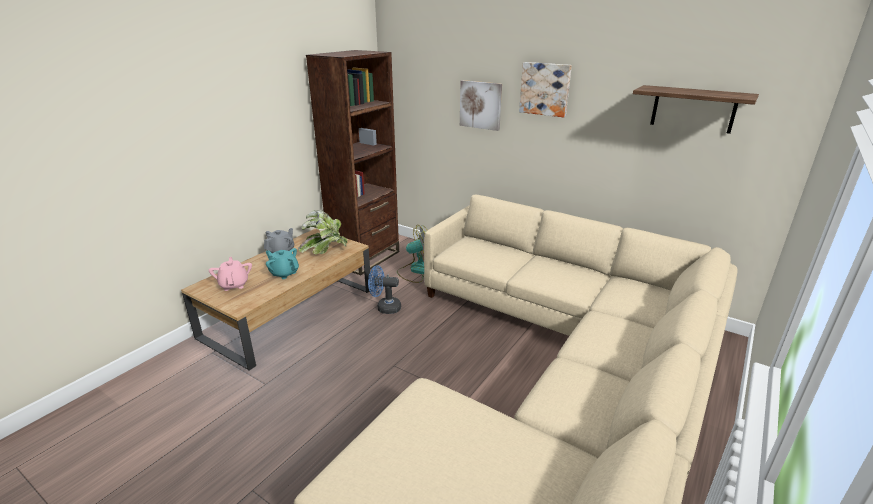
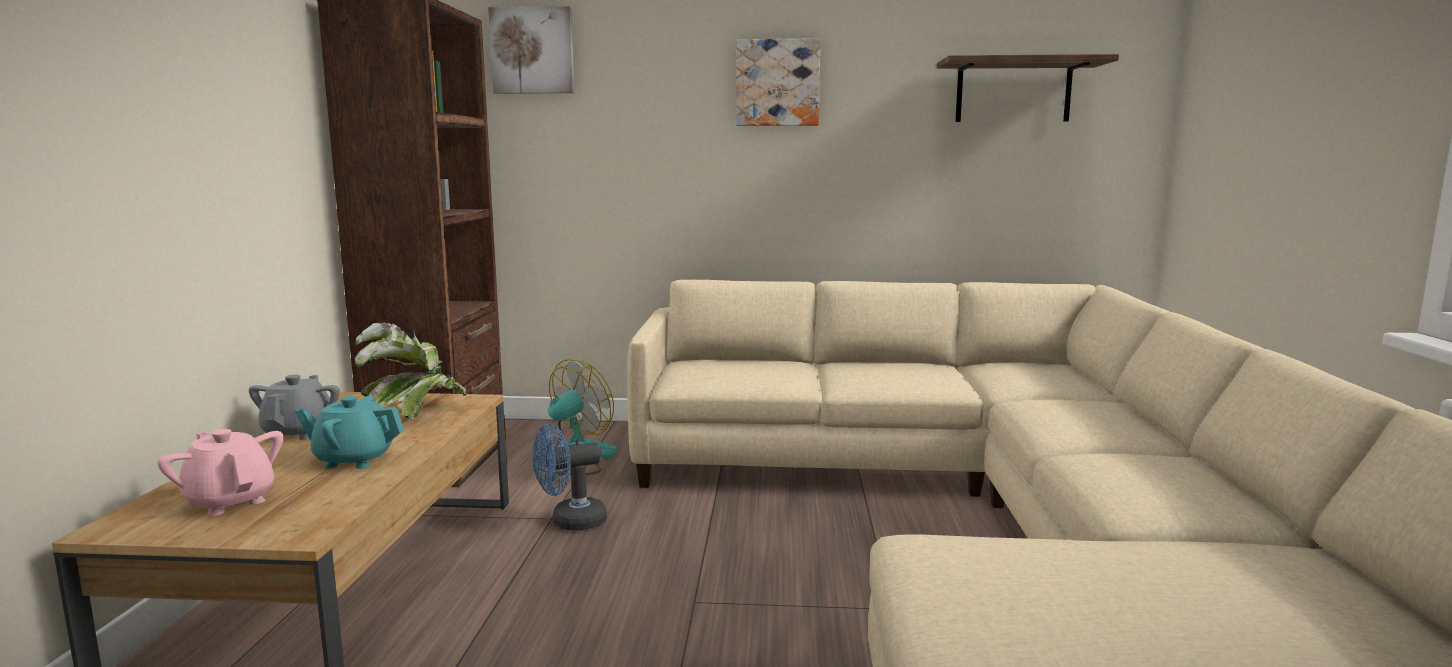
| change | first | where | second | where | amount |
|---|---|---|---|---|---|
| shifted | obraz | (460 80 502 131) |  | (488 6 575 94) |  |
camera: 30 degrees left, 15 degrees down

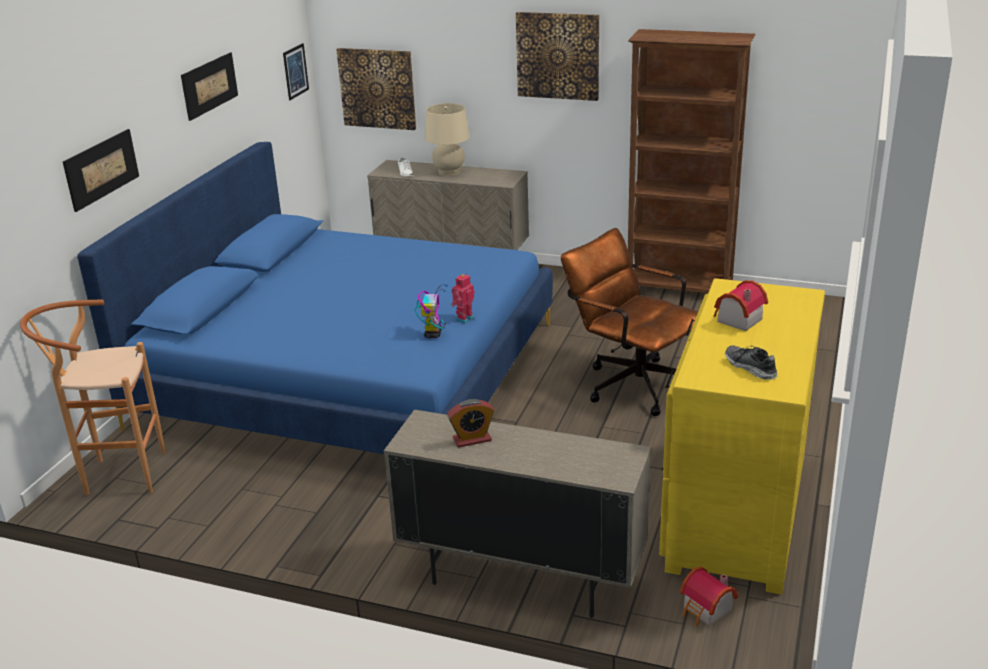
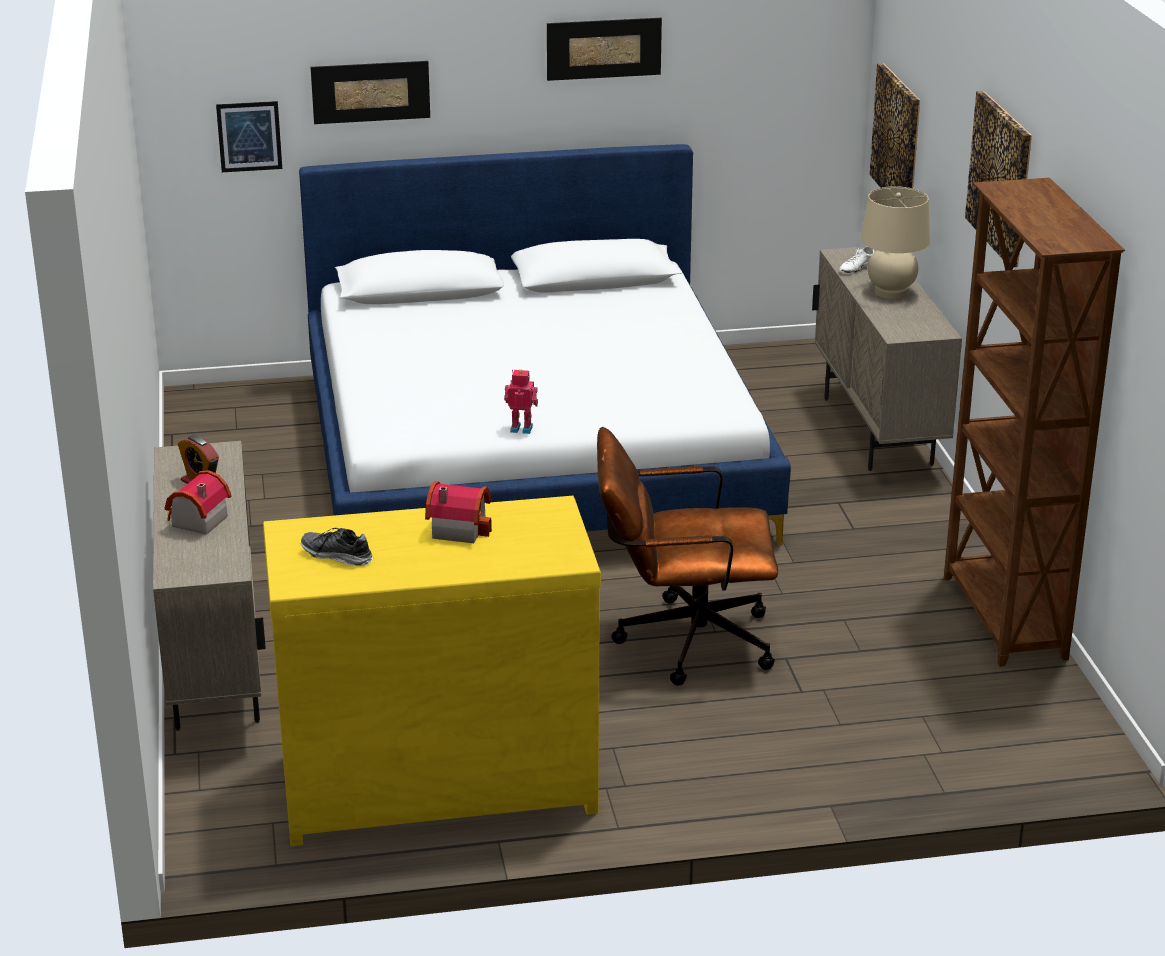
| change | first | where | second | where | amount |
|---|---|---|---|---|---|
| gone | stołek/brązowy | (20 300 165 495) |  |  |  |
| gone | robot zabawkowy | (414 284 448 338) |  |  |  |
| shifted | obraz | (283 43 309 100) |  | (216 101 282 172) |  |
| shifted | domek | (680 566 738 626) |  | (165 470 231 535) |  |
| repainted | łóżko/niebieski | (77 142 553 454) | łóżko/biały | (299 144 791 546) |  |
| rotated | krzesło biurowe/brązowy | (561 228 698 416) |  | (597 427 778 686) | 105 degrees counterclockwise |
| rotated | but | (725 345 778 380) |  | (301 528 373 566) | 90 degrees counterclockwise |
camera: 60 degrees right, 0 degrees up

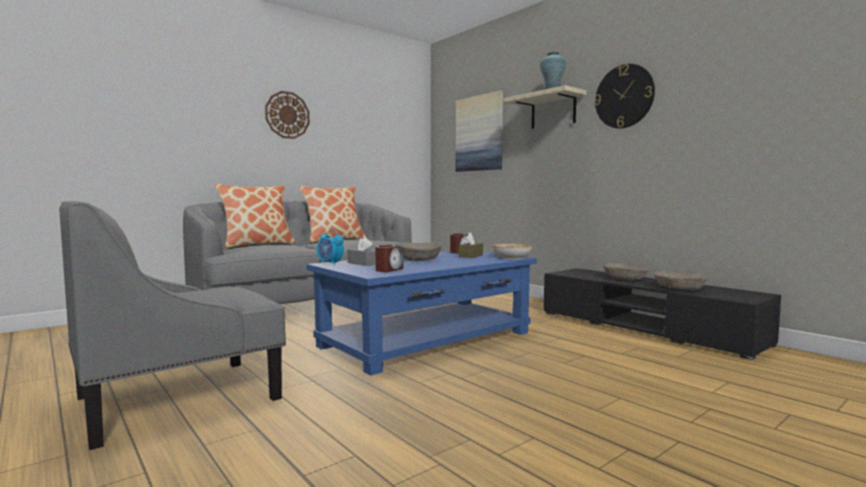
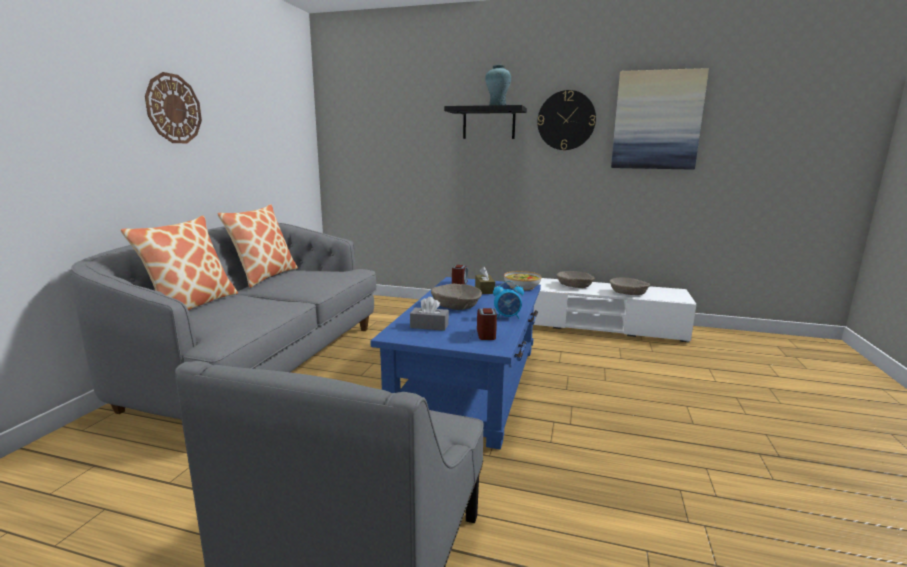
| change | first | where | second | where | amount |
|---|---|---|---|---|---|
| shifted | budzik | (317 229 344 265) |  | (493 281 524 319) |  |
| shifted | obraz | (456 91 503 172) |  | (611 68 709 170) |  |
| repainted | półka/beżowy | (503 85 586 129) | półka/czarny | (444 105 527 139) |  |
| repainted | szafka pod telewizor/czarny | (544 268 781 360) | szafka pod telewizor/biały | (534 278 696 342) |  |
camera: 35 degrees left, 10 degrees up

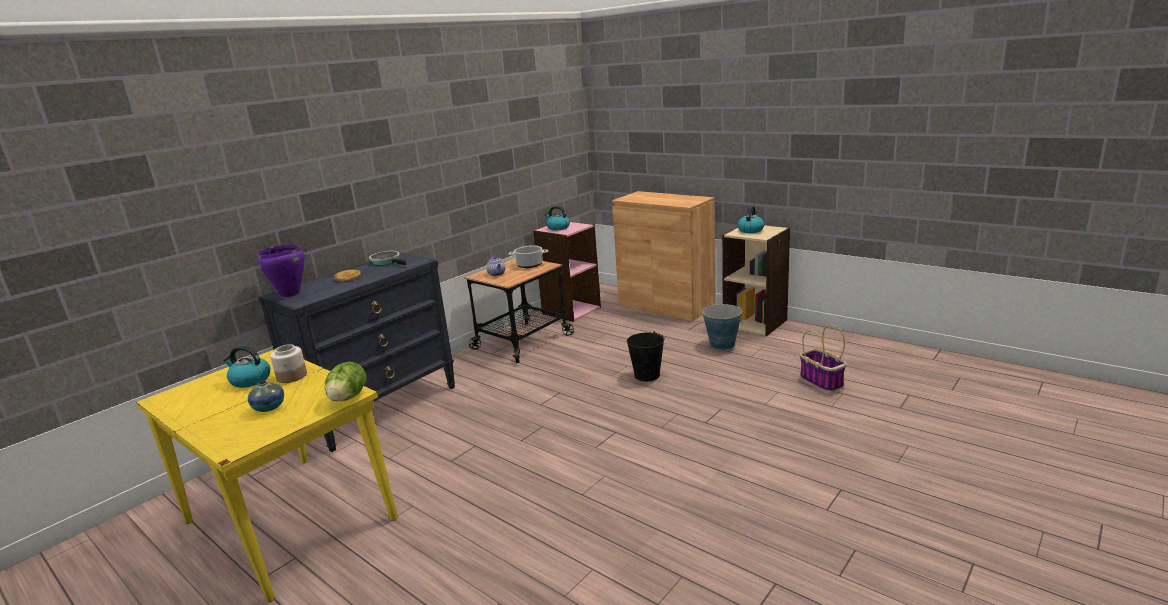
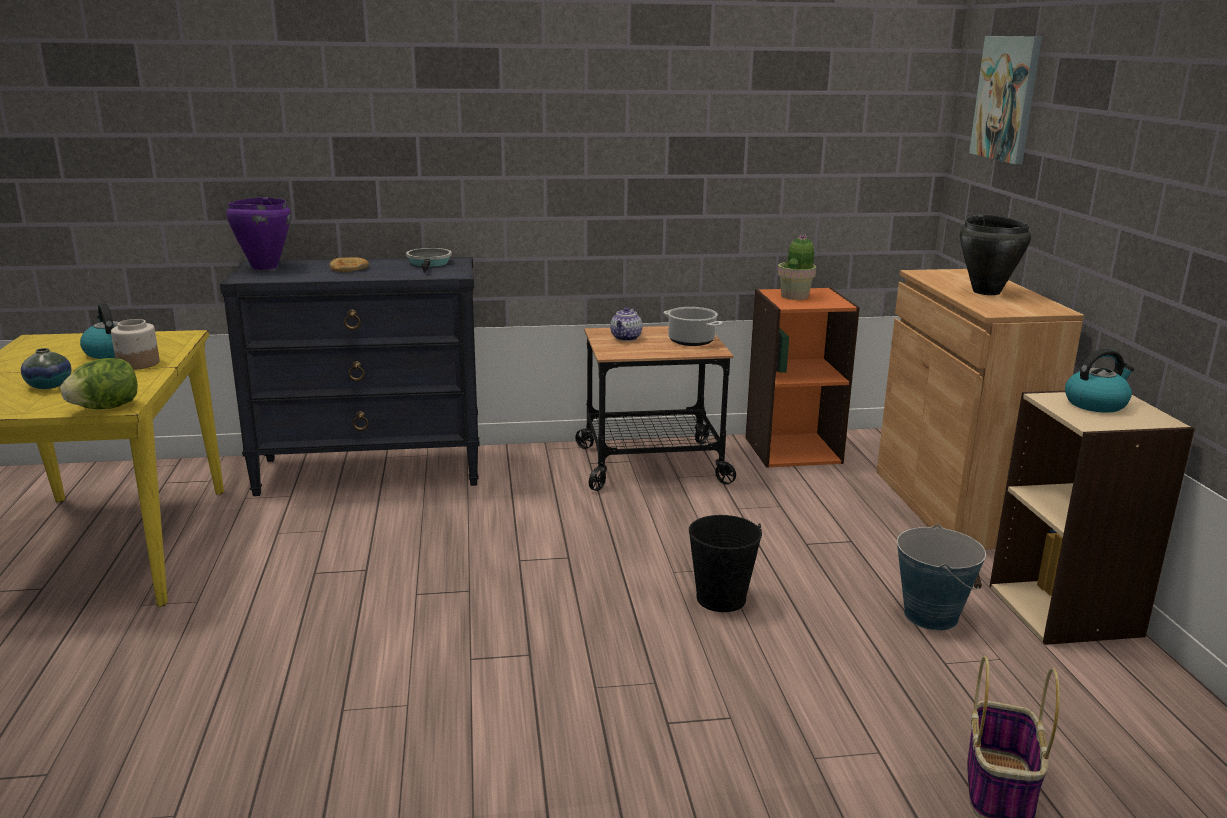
| change | first | where | second | where | amount |
|---|---|---|---|---|---|
| new |  |  | garnek/czarny | (960 215 1031 295) |  |
| new |  |  | obraz | (969 36 1042 164) |  |
| swapped | czajnik | (544 206 570 230) | roślina doniczkowa | (778 234 816 300) |  |
| repainted | regał/różowy | (533 221 601 322) | regał/pomarańczowy | (745 287 860 468) |  |
camera: 40 degrees right, 0 degrees up

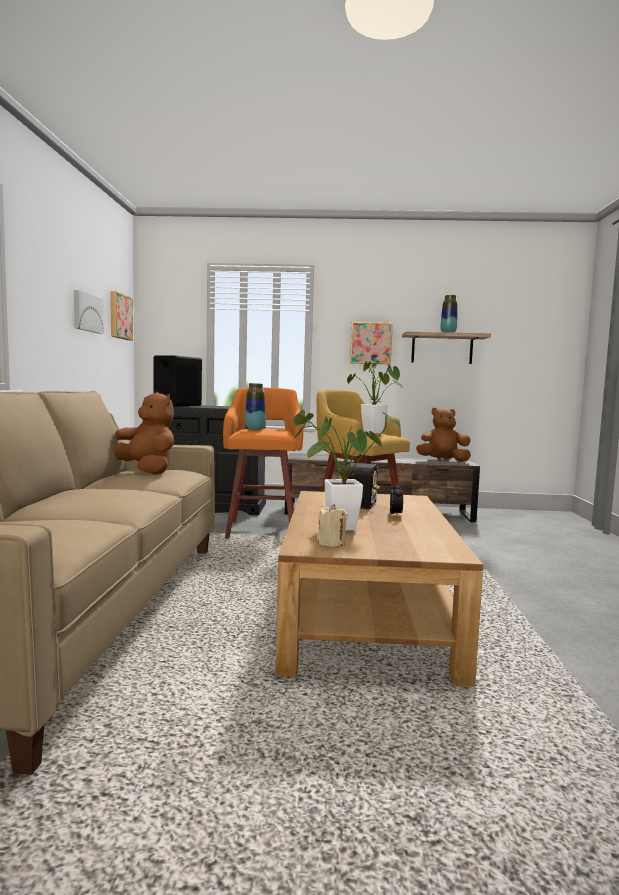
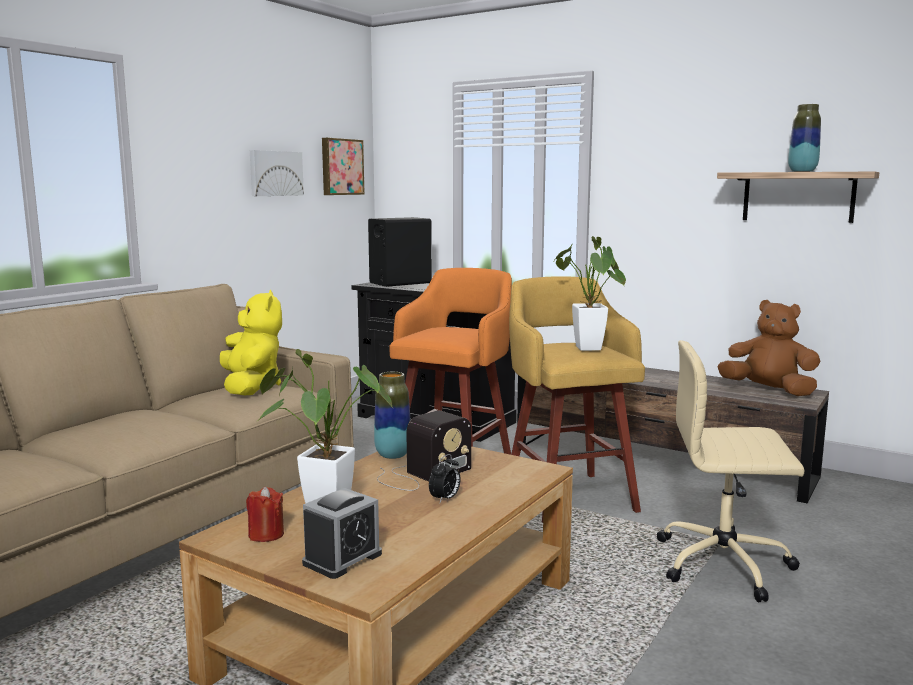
| change | first | where | second | where | amount |
|---|---|---|---|---|---|
| gone | obraz | (350 322 393 364) |  |  |  |
| new |  |  | budzik | (302 488 382 579) |  |
| new |  |  | krzesło biurowe/beżowy | (657 340 804 602) |  |
| shifted | wazon | (245 383 266 430) |  | (374 372 410 459) |  |
| repainted | pluszak/brązowy | (113 392 174 474) | pluszak/żółty | (220 290 282 395) |  |
| repainted | świeca/beżowy | (317 504 348 547) | świeca/czerwony | (246 487 284 542) |  |
camera: 30 degrees right, 5 degrees up

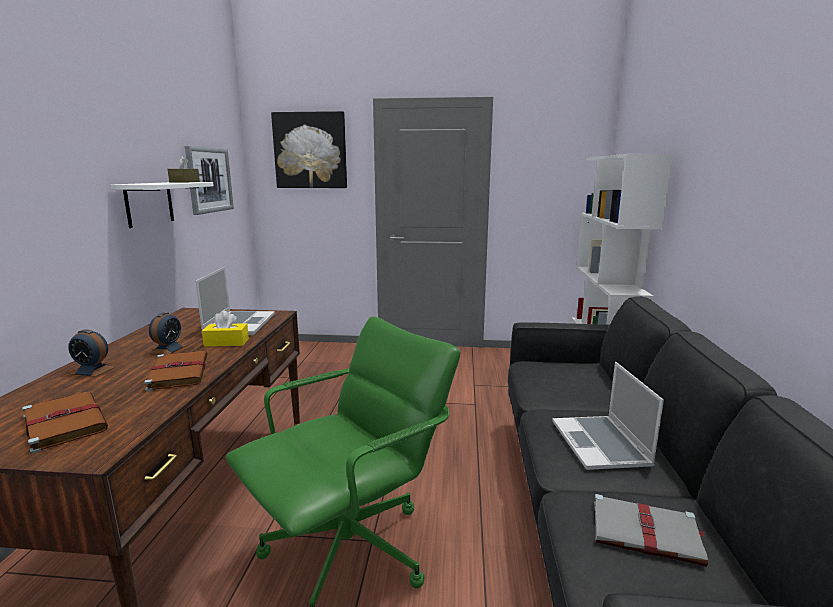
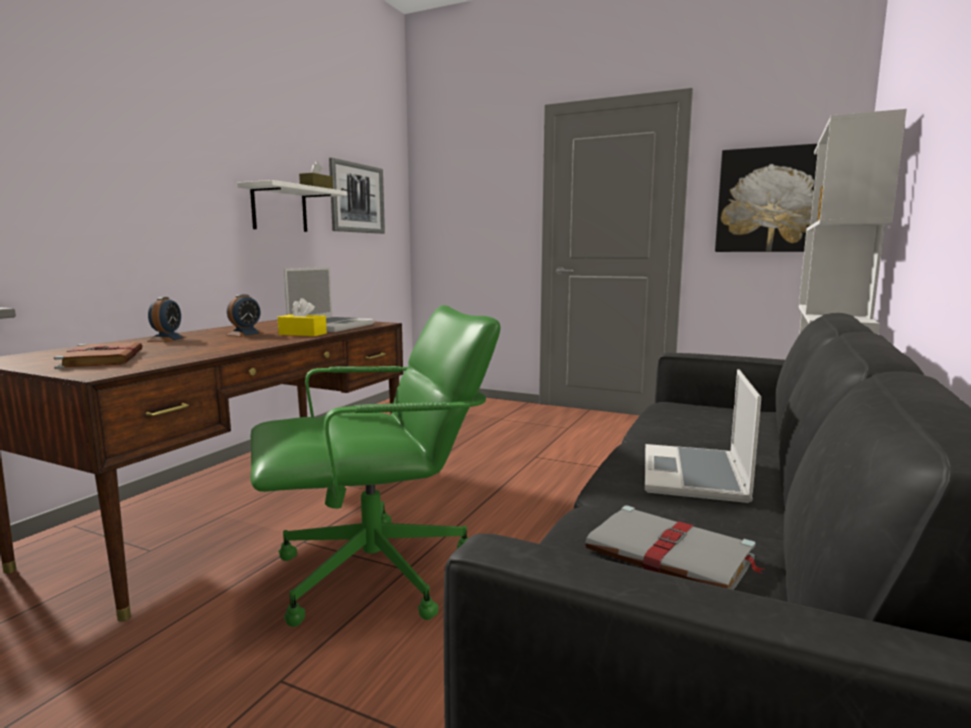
| change | first | where | second | where | amount |
|---|---|---|---|---|---|
| gone | książka/brązowy | (144 351 208 391) |  |  |  |
| shifted | obraz | (271 111 347 188) |  | (715 143 818 252) |  |
| rotated | budzik | (68 329 115 377) |  | (147 297 187 342) | 120 degrees counterclockwise |
camera: 20 degrees right, 5 degrees down

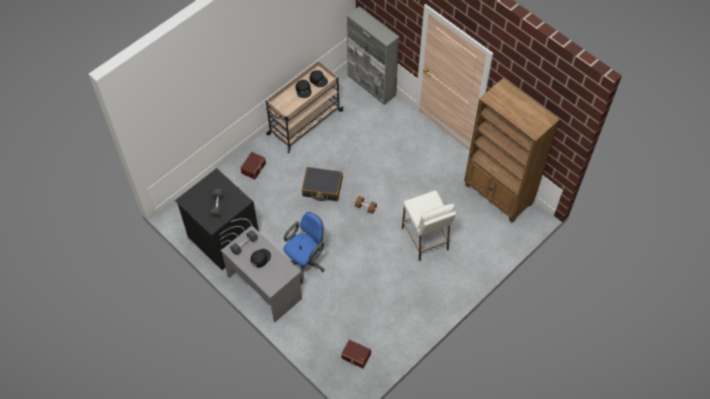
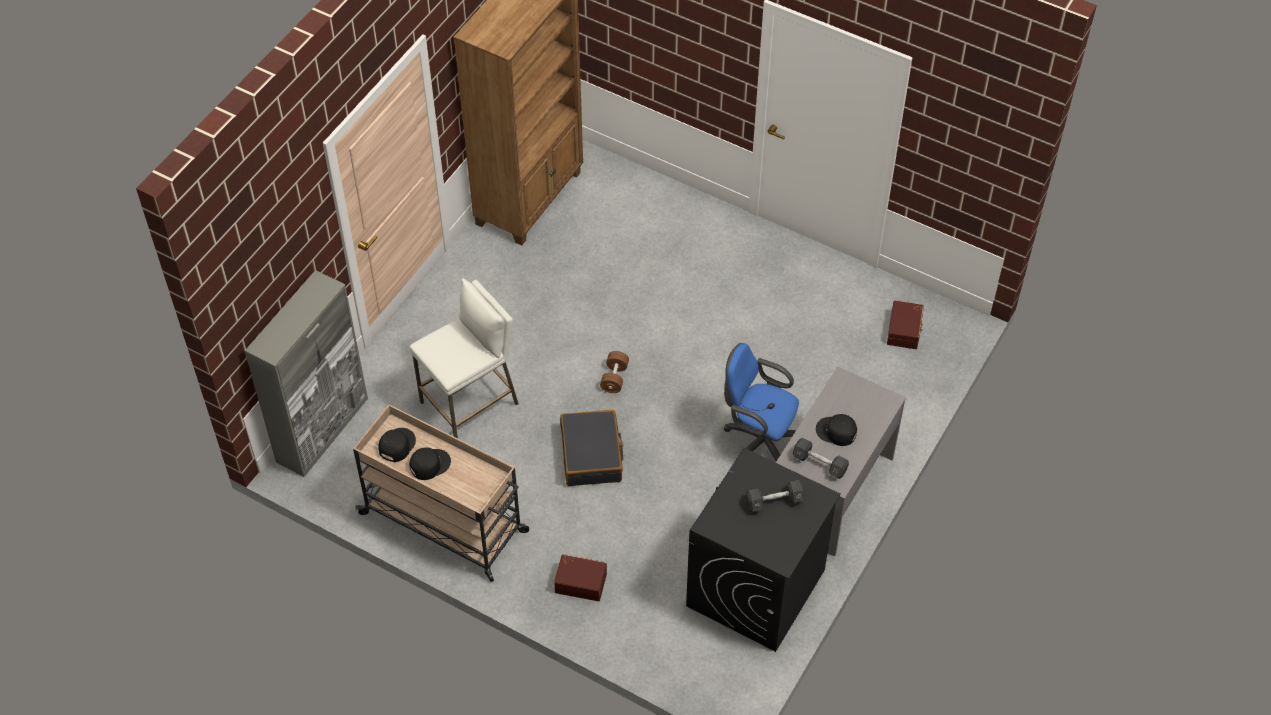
| change | first | where | second | where | amount |
|---|---|---|---|---|---|
| shifted | stołek/biały | (402 190 456 261) |  | (410 279 519 439) |  |
camera: 105 degrees left, 5 degrees down

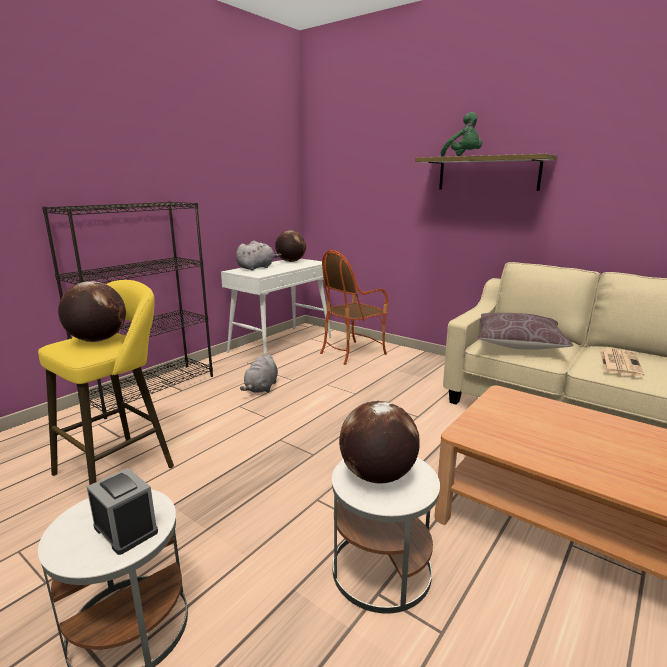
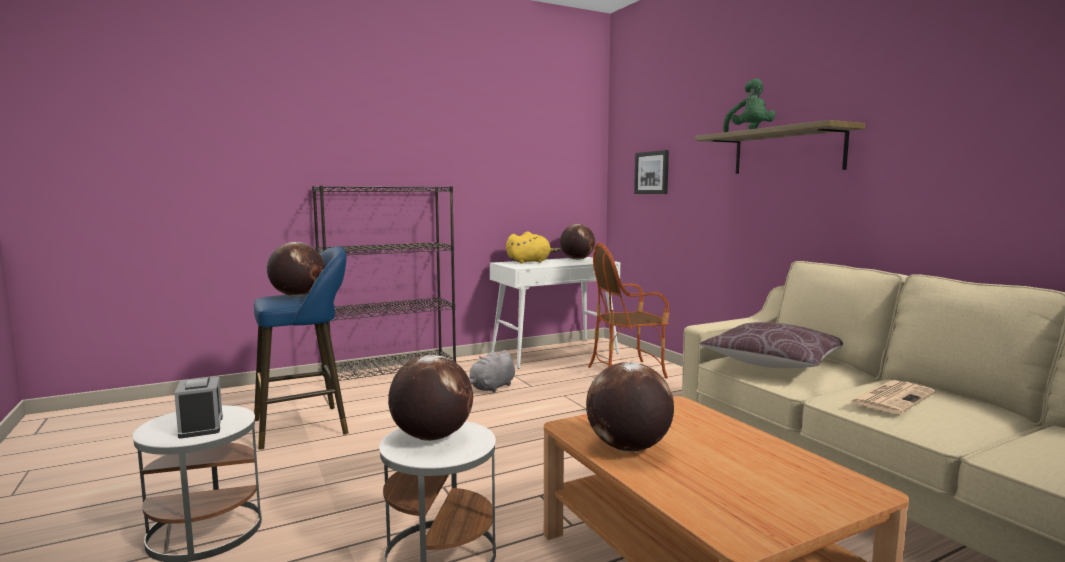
| change | first | where | second | where | amount |
|---|---|---|---|---|---|
| new |  |  | globus | (586 362 674 452) |  |
| new |  |  | obraz | (634 150 669 194) |  |
| repainted | stołek/żółty | (38 280 174 485) | stołek/niebieski | (254 246 348 450) |  |
| repainted | pluszak/szary | (236 241 282 270) | pluszak/żółty | (506 232 561 264) |  |
camera: 25 degrees right, 10 degrees down

